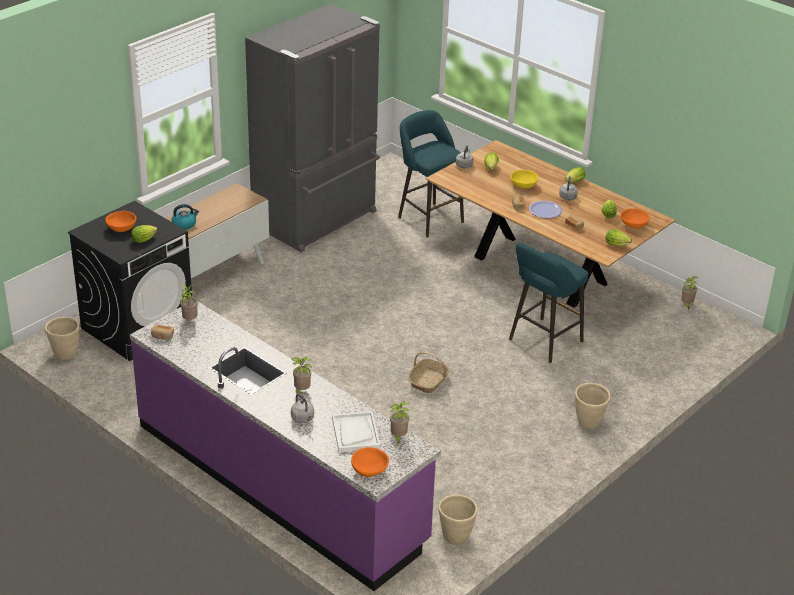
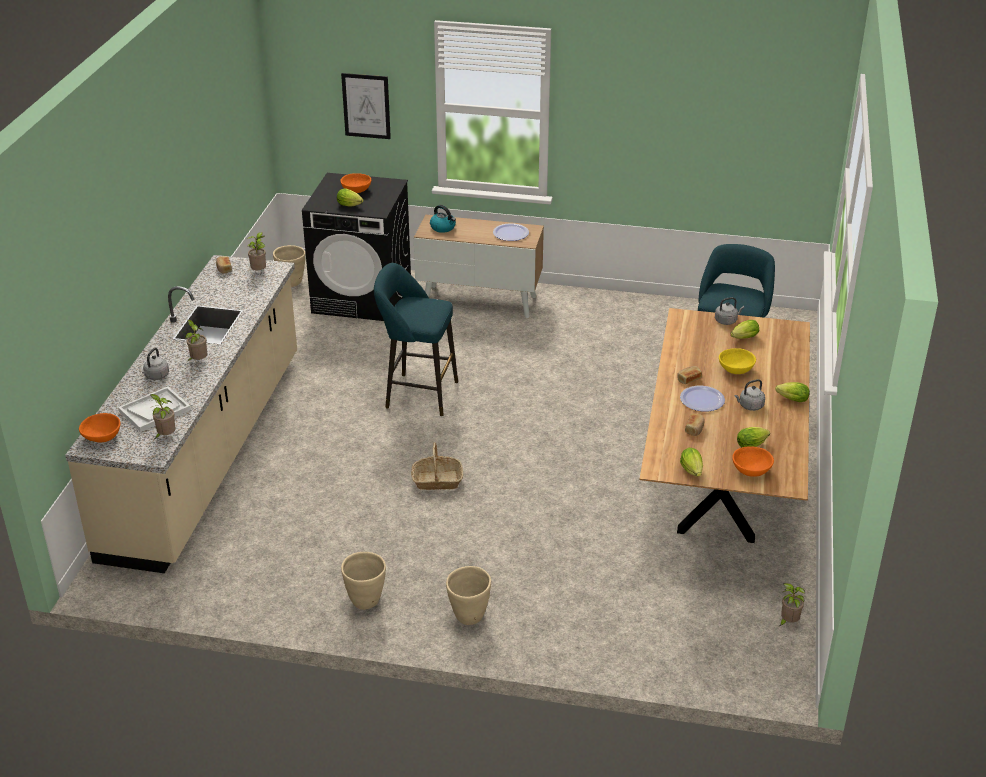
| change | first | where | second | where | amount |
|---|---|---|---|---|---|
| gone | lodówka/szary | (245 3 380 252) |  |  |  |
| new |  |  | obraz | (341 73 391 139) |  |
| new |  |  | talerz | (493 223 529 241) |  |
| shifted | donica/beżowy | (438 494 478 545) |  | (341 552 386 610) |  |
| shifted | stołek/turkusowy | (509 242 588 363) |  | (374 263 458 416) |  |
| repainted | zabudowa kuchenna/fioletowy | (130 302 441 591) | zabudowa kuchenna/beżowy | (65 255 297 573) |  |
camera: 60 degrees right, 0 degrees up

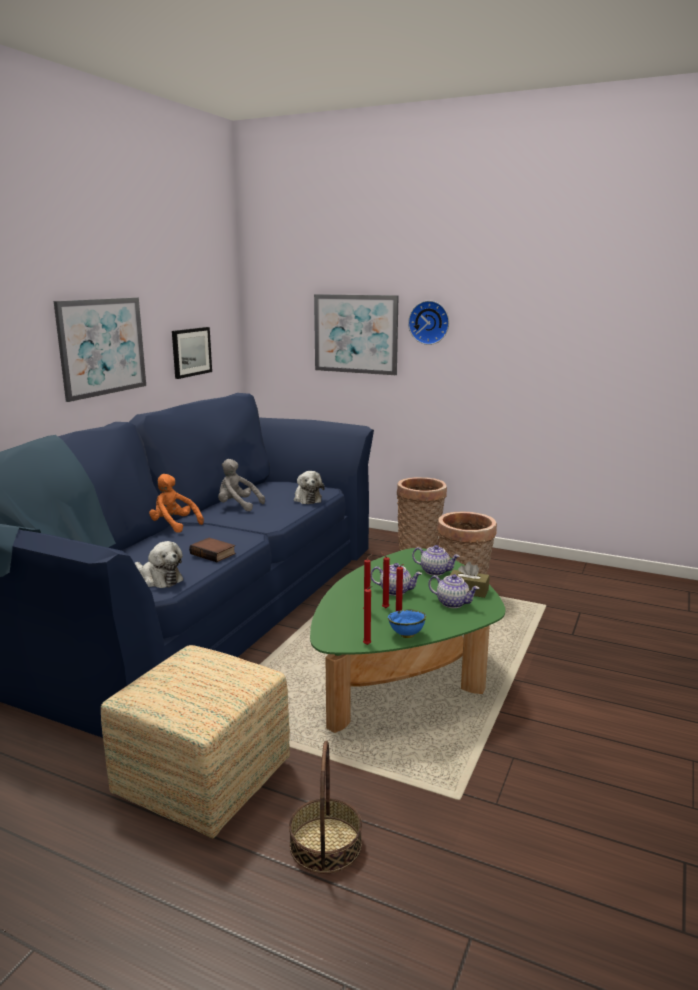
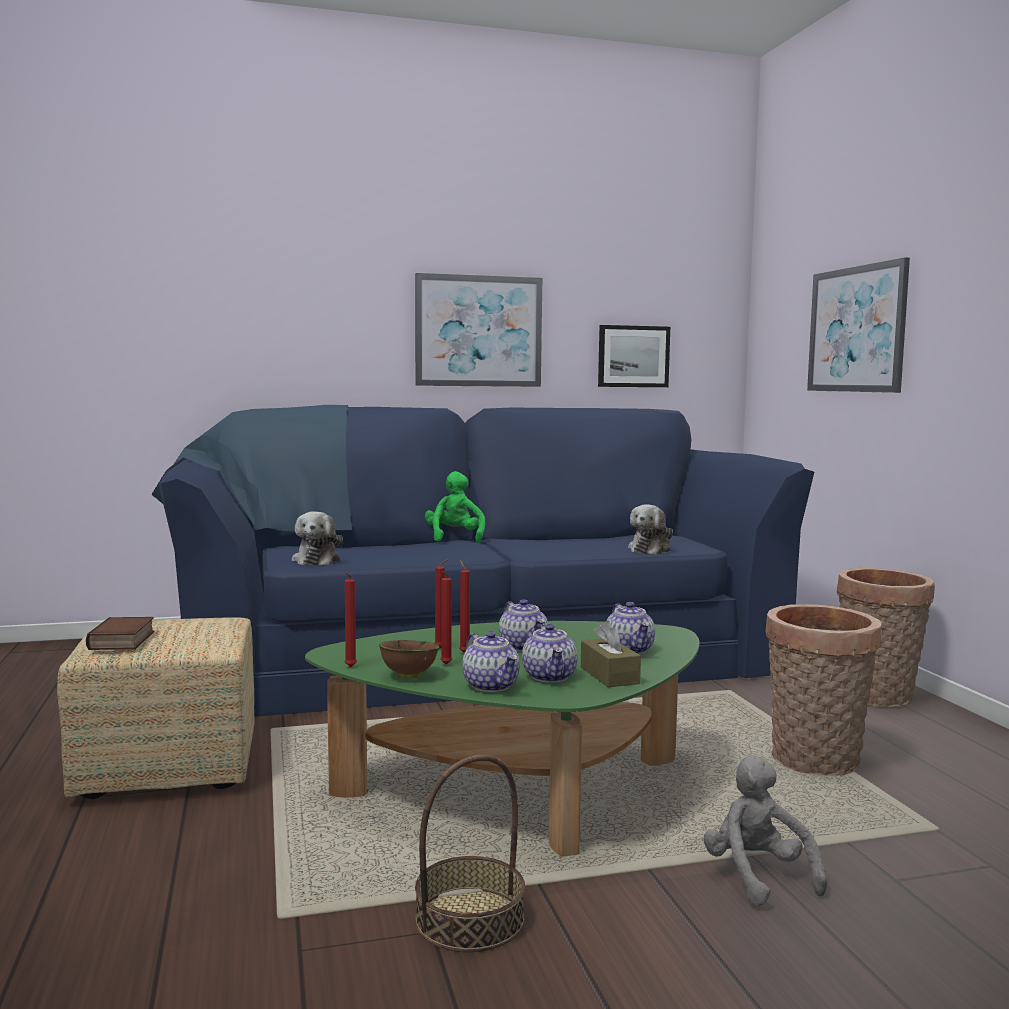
| change | first | where | second | where | amount |
|---|---|---|---|---|---|
| gone | zegar ścienny | (408 300 449 345) |  |  |  |
| new |  |  | imbryk | (462 631 520 692) |  |
| shifted | książka | (189 538 236 562) |  | (86 617 154 650) |  |
| shifted | pluszak/szary | (218 459 265 511) |  | (703 755 827 906) |  |
| shifted | koszyk | (289 741 362 874) |  | (415 755 525 952) |  |
| repainted | pluszak/pomarańczowy | (149 474 204 533) | pluszak/zielony | (425 471 486 543) |  |
| repainted | miska/niebieski | (388 609 426 638) | miska/brązowy | (379 640 440 679) |  |
camera: 50 degrees right, 10 degrees down

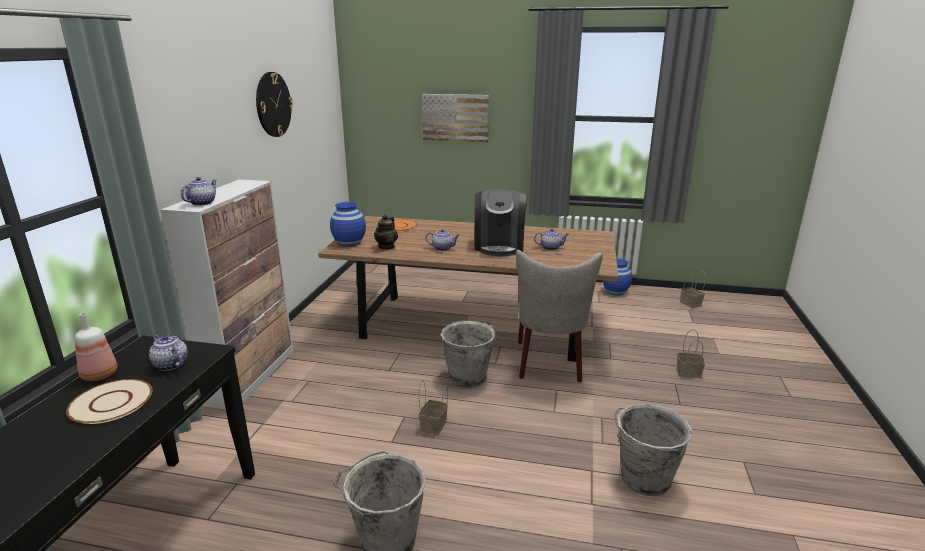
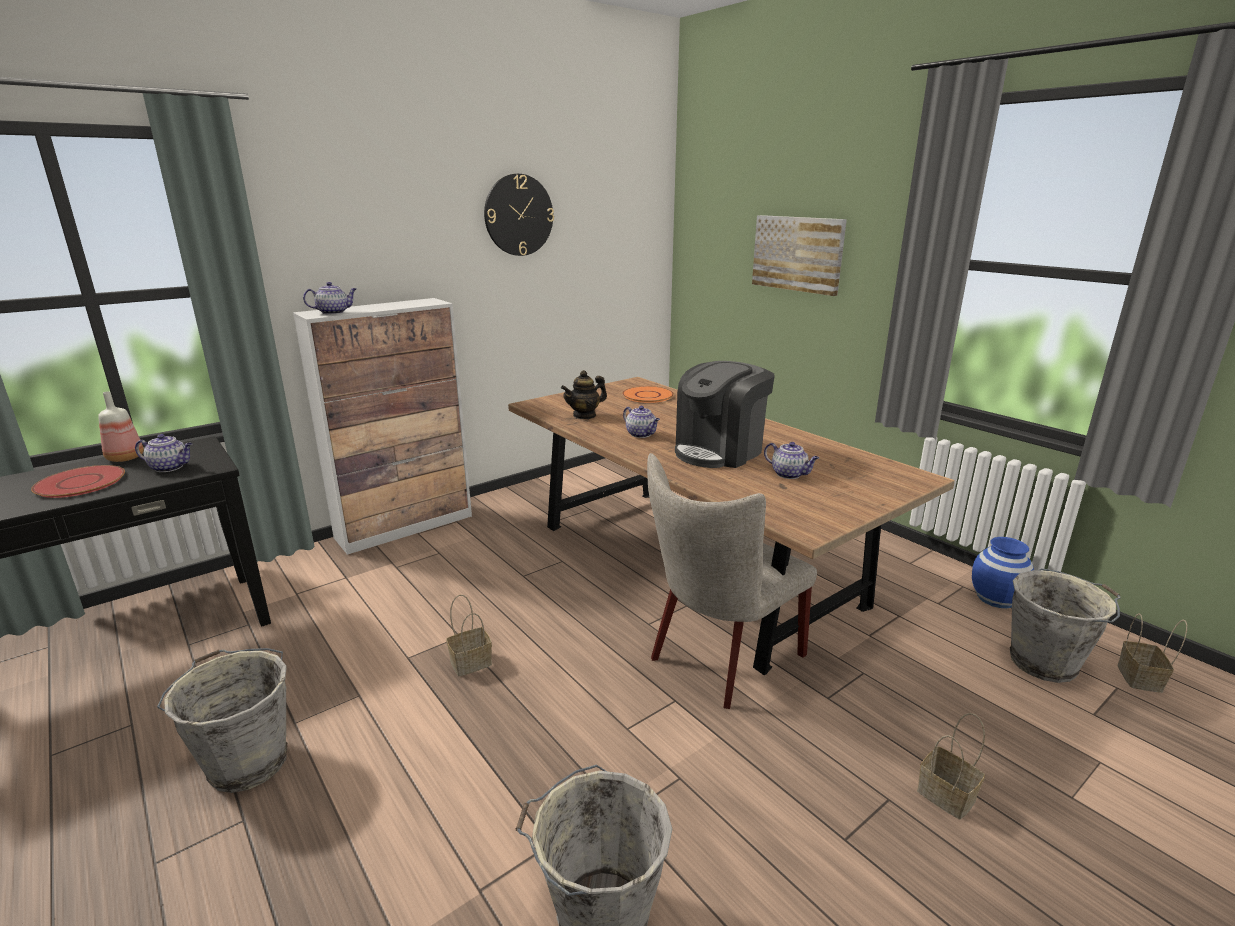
| change | first | where | second | where | amount |
|---|---|---|---|---|---|
| gone | wazon/niebieski | (330 202 366 247) |  |  |  |
| shifted | wiadro/szary | (441 320 498 388) |  | (1010 568 1121 683) |  |
| repainted | talerz/beżowy | (66 379 153 424) | talerz/czerwony | (31 465 125 498) |  |
| rotated | imbryk | (149 334 188 371) |  | (135 434 192 472) | 105 degrees clockwise |
camera: 40 degrees right, 0 degrees up

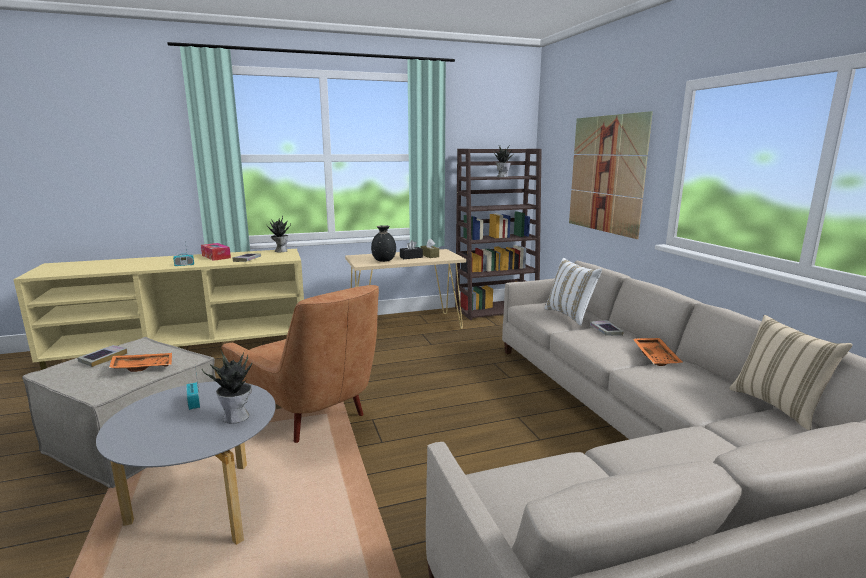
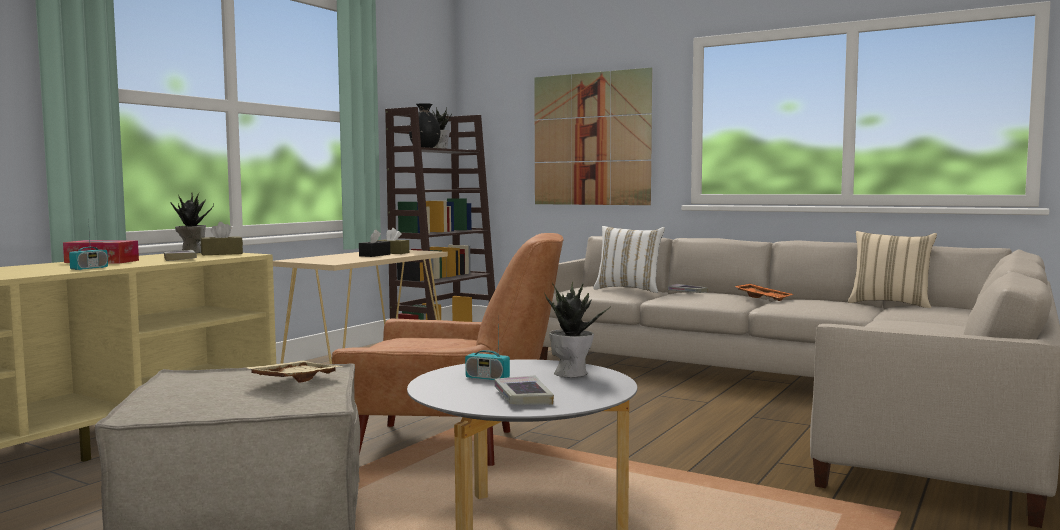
| change | first | where | second | where | amount |
|---|---|---|---|---|---|
| new |  |  | pudełko chusteczek/brązowy | (200 222 243 255) |  |
| shifted | książka | (77 345 127 367) |  | (494 376 554 405) |  |
| shifted | wazon/czarny | (371 225 396 262) |  | (409 103 440 148) |  |
| repainted | taca/pomarańczowy | (109 353 172 372) | taca/beżowy | (242 361 344 382) |  |
camera: 40 degrees left, 10 degrees down

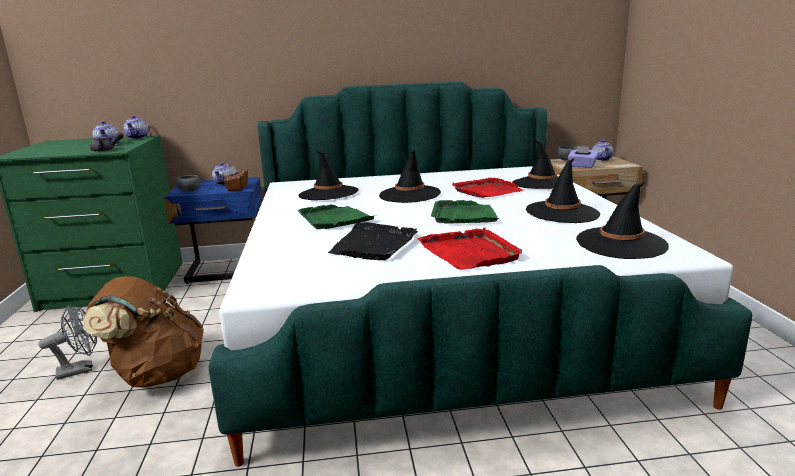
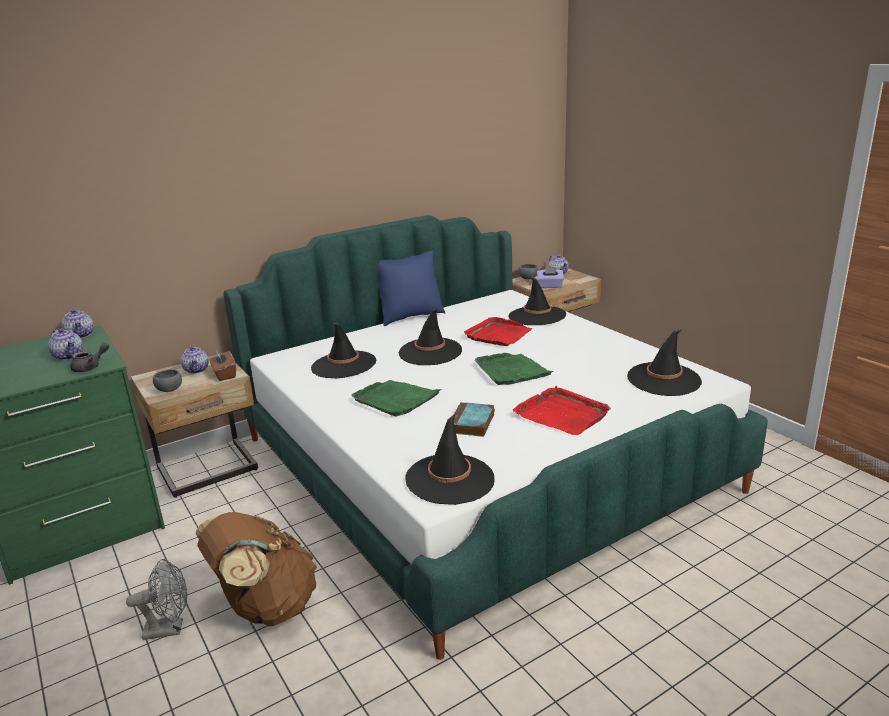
| change | first | where | second | where | amount |
|---|---|---|---|---|---|
| new |  |  | poduszka/niebieski | (378 251 445 326) |  |
| shifted | kapelusz/czarny | (526 158 600 223) |  | (406 413 495 505) |  |
| swapped | taca/czarny | (328 222 418 260) | książka | (453 402 495 437) |  |
| repainted | szafka nocna/niebieski | (164 177 262 284) | szafka nocna/beżowy | (131 353 258 498) |  |
| rotated | wentylator/szary | (38 305 97 380) |  | (126 559 187 640) | 45 degrees clockwise |
camera: 25 degrees left, 5 degrees up

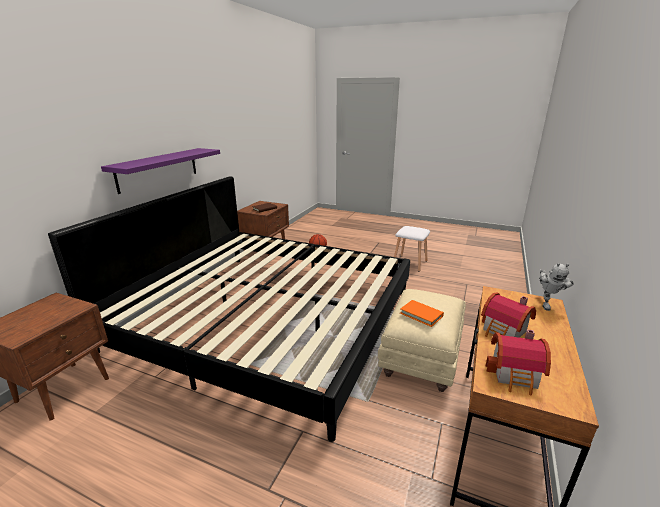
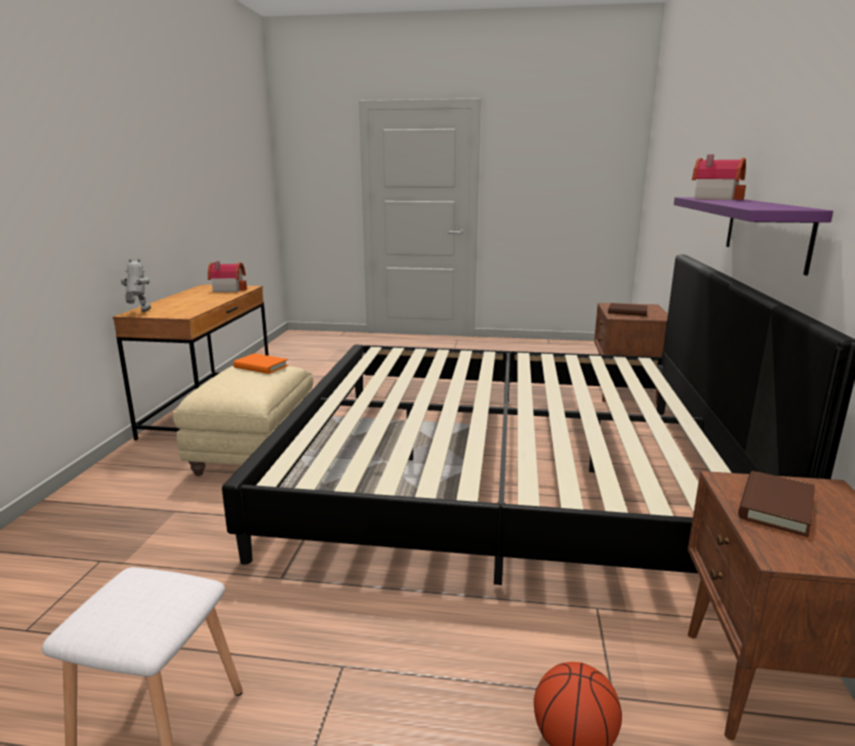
| change | first | where | second | where | amount |
|---|---|---|---|---|---|
| new |  |  | książka/brązowy | (608 303 648 316) |  |
| shifted | domek | (481 292 536 338) |  | (692 155 746 200) |  |
camera: 165 degrees right, 5 degrees down

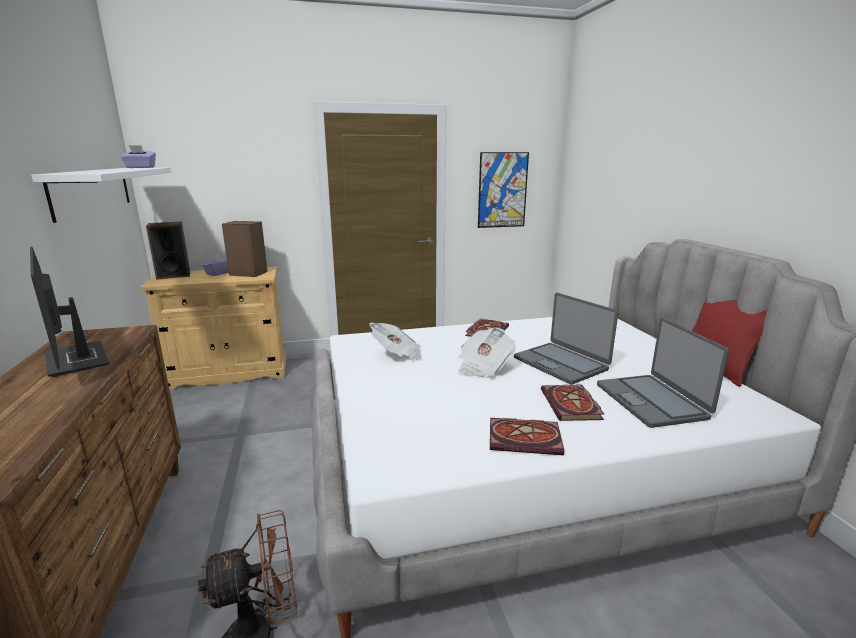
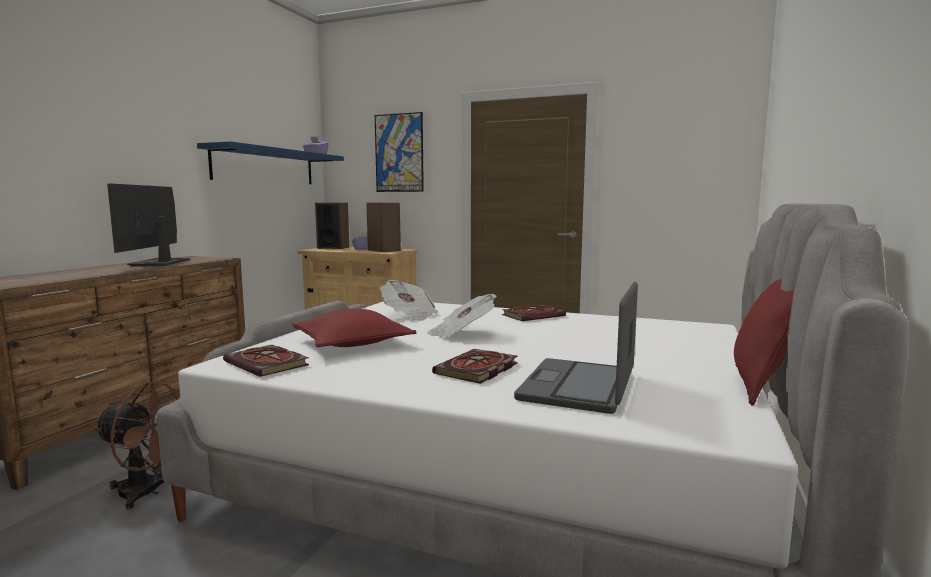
| change | first | where | second | where | amount |
|---|---|---|---|---|---|
| gone | laptop | (514 293 618 385) |  |  |  |
| new |  |  | poduszka/czerwony | (292 309 416 347) |  |
| shifted | obraz | (478 152 529 228) |  | (375 112 424 192) |  |
| shifted | książka | (490 418 564 455) |  | (223 345 309 377) |  |
| repainted | półka/biały | (31 167 171 223) | półka/niebieski | (197 141 344 184) |  |
camera: 35 degrees right, 10 degrees down

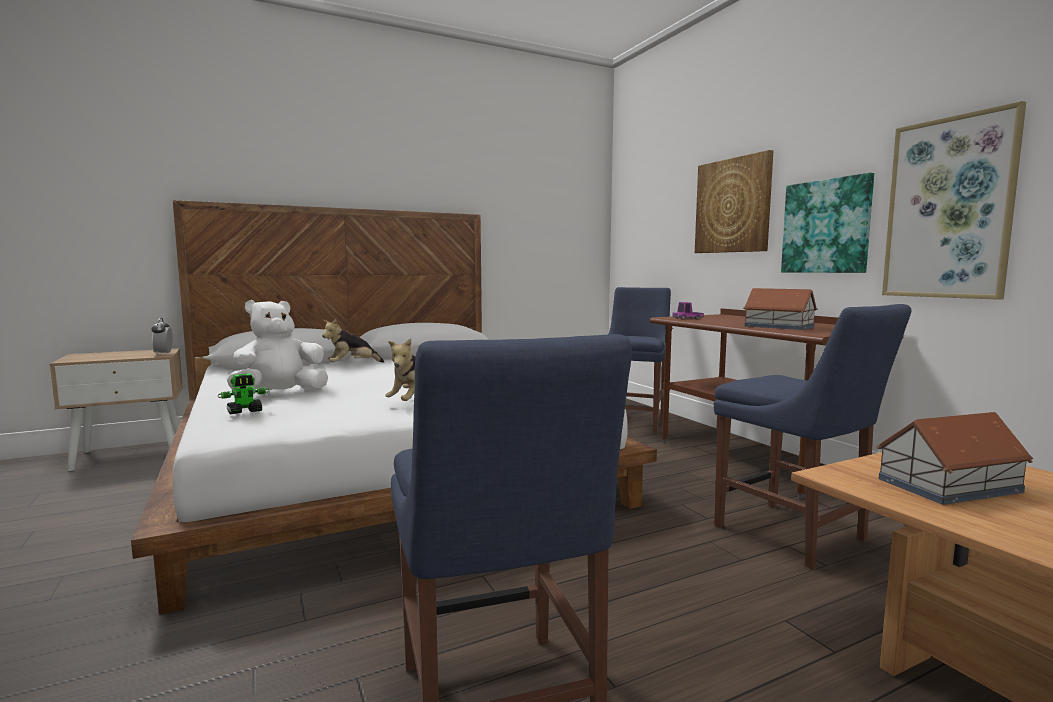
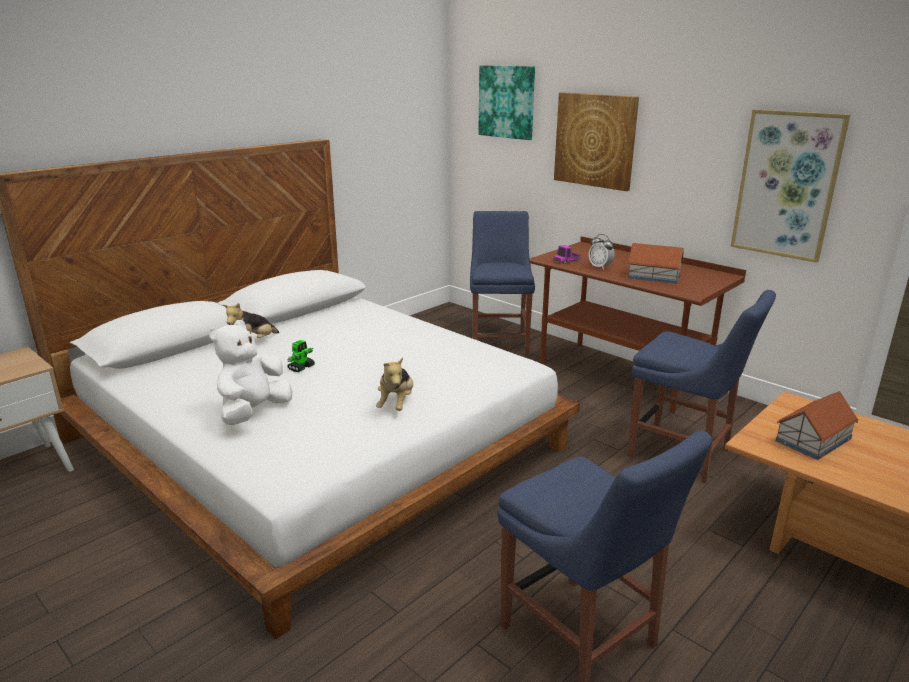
| change | first | where | second | where | amount |
|---|---|---|---|---|---|
| shifted | budzik | (151 318 173 356) |  | (589 234 615 270) |  |
| shifted | robot zabawkowy | (217 373 270 414) |  | (287 340 315 372) |  |
| shifted | obraz | (781 173 874 273) |  | (478 65 535 140) |  |
camera: 20 degrees left, 15 degrees up

